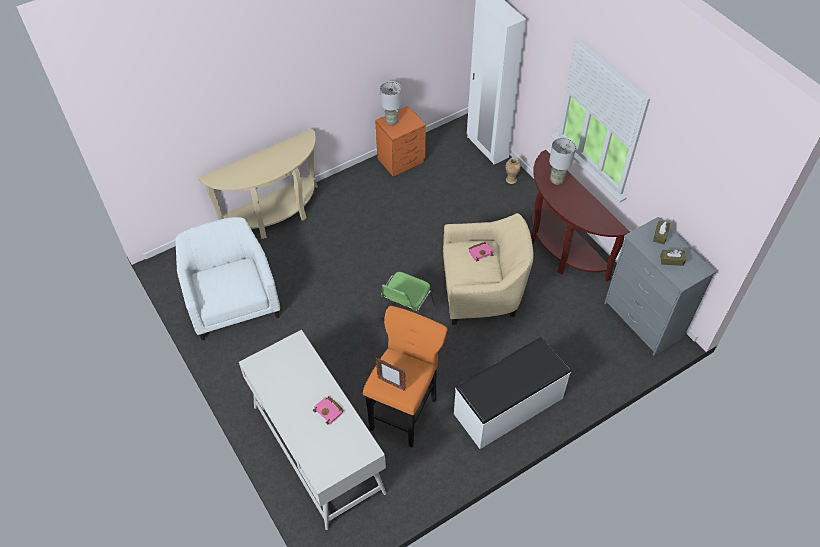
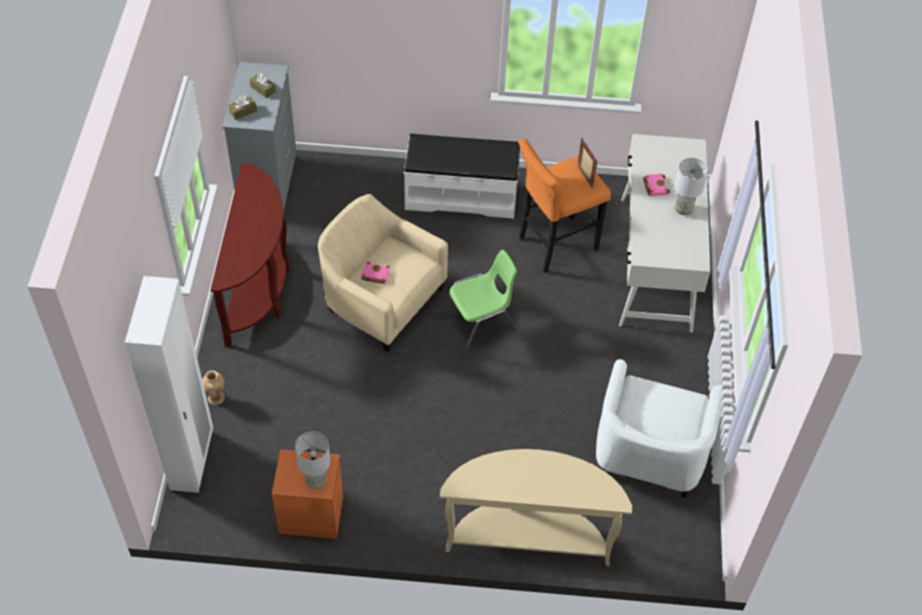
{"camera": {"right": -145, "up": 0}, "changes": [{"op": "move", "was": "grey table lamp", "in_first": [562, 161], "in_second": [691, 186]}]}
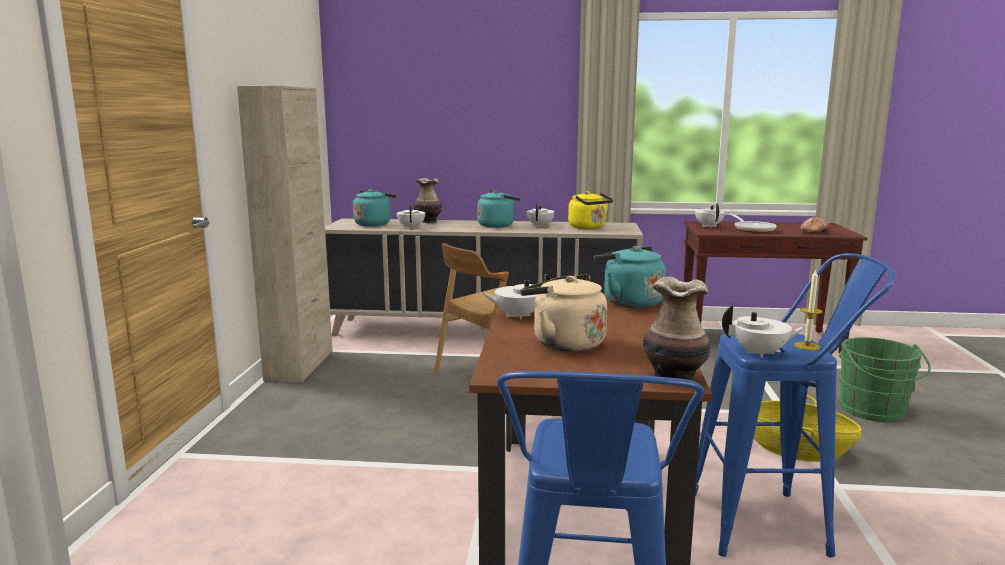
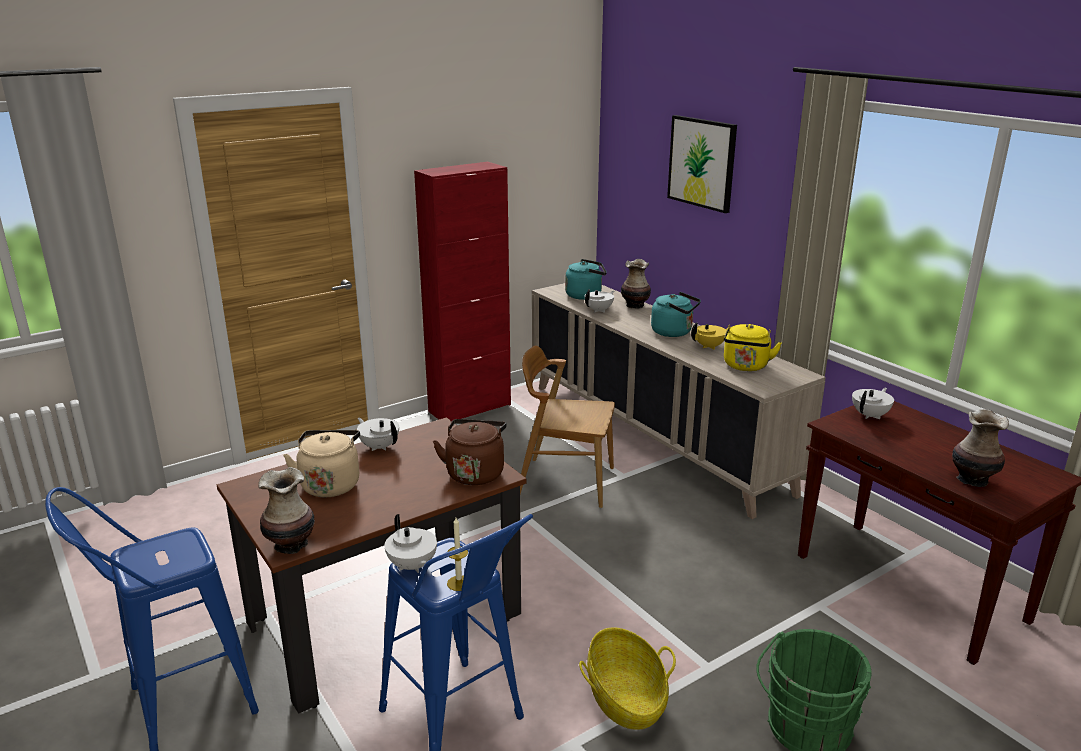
{"camera": {"right": 50, "up": 10}, "changes": [{"op": "recolor", "was": "beige cabinet", "now": "red cabinet", "in_first": [284, 234], "in_second": [462, 291]}, {"op": "recolor", "was": "white teapot", "now": "yellow teapot", "in_first": [540, 215], "in_second": [711, 336]}, {"op": "recolor", "was": "turquoise kettle", "now": "brown kettle", "in_first": [630, 277], "in_second": [470, 452]}, {"op": "delete", "was": "frying pan", "in_first": [753, 223]}, {"op": "replace", "was": "bread", "now": "vase", "in_first": [815, 225], "in_second": [980, 448]}, {"op": "insert", "now": "picture", "in_second": [702, 164]}]}
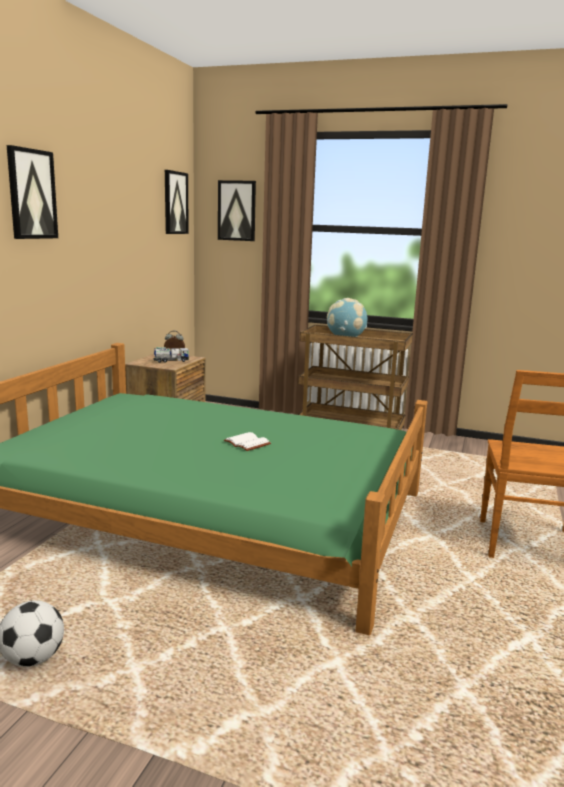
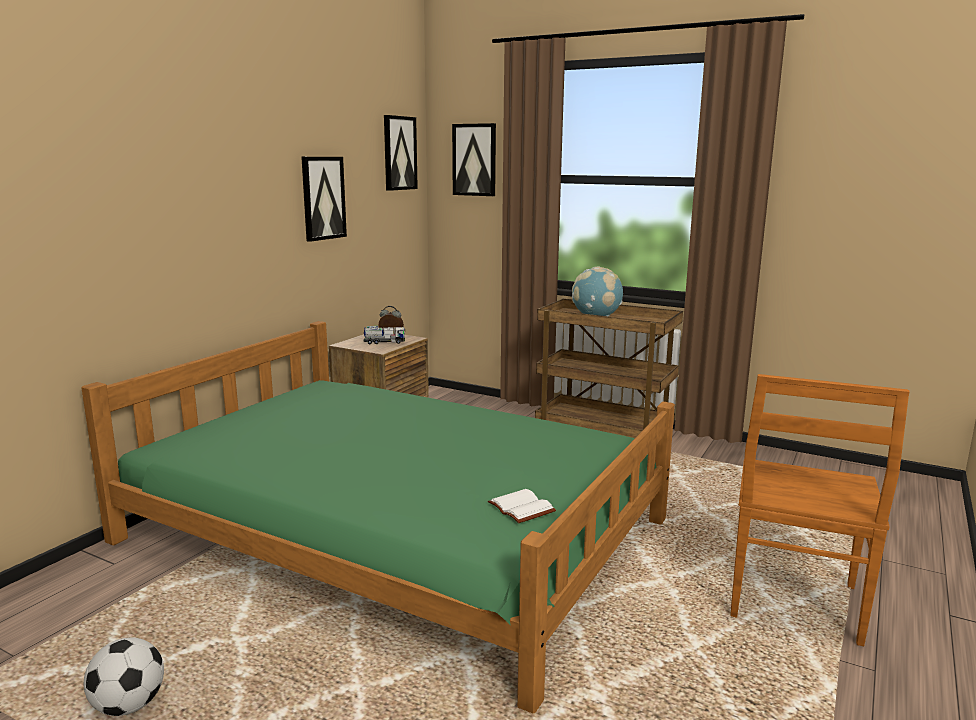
{"camera": {"right": 10, "up": 0}, "changes": [{"op": "move", "was": "picture", "in_first": [32, 192], "in_second": [324, 199]}, {"op": "move", "was": "white book", "in_first": [247, 441], "in_second": [522, 506]}]}
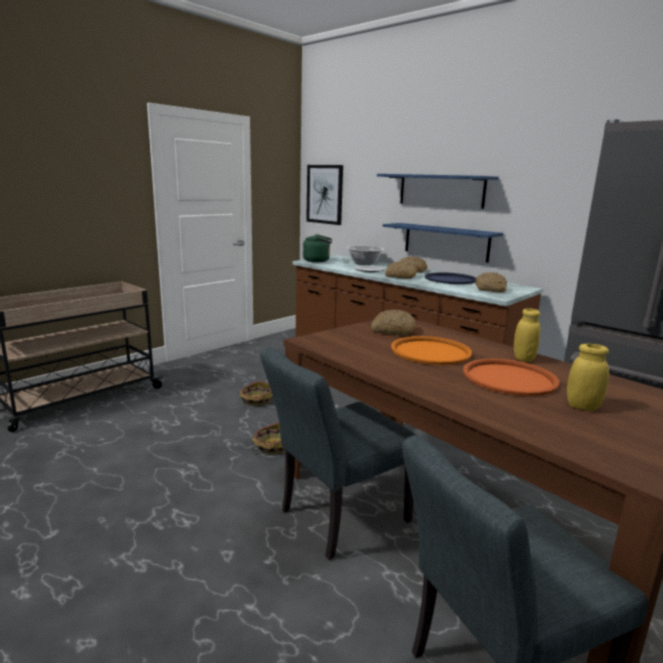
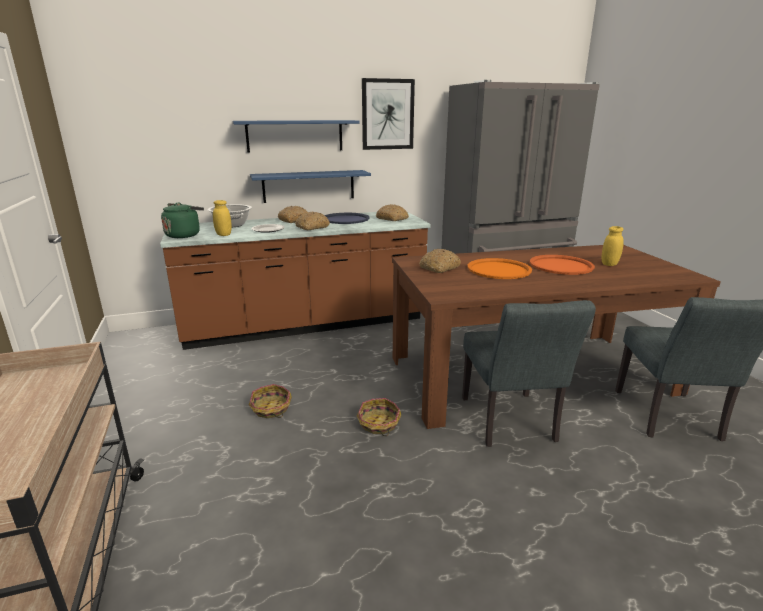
{"camera": {"right": -60, "up": 5}, "changes": [{"op": "move", "was": "picture", "in_first": [324, 195], "in_second": [388, 114]}, {"op": "move", "was": "yellow jar", "in_first": [527, 335], "in_second": [222, 218]}]}
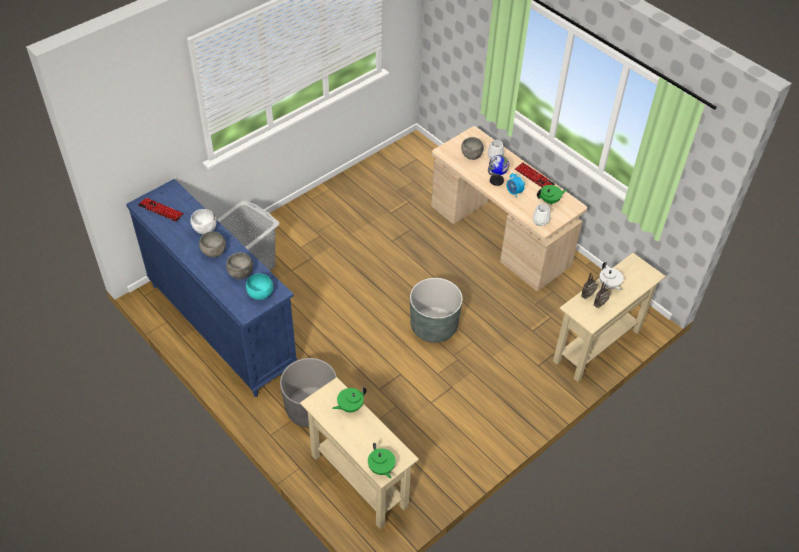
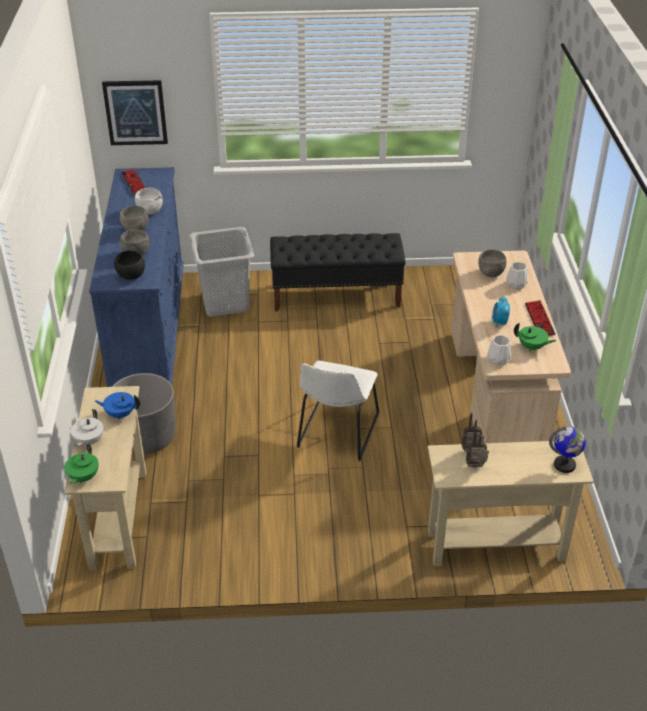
{"camera": {"right": 40, "up": -10}, "changes": [{"op": "recolor", "was": "turquoise bowl", "now": "black bowl", "in_first": [259, 287], "in_second": [129, 265]}, {"op": "recolor", "was": "green teapot", "now": "blue teapot", "in_first": [349, 399], "in_second": [117, 406]}, {"op": "replace", "was": "grey planter", "now": "white chair", "in_first": [436, 310], "in_second": [338, 411]}, {"op": "move", "was": "globe", "in_first": [498, 170], "in_second": [567, 449]}, {"op": "move", "was": "white teapot", "in_first": [611, 276], "in_second": [87, 428]}, {"op": "insert", "now": "picture", "in_second": [135, 112]}, {"op": "insert", "now": "black bench", "in_second": [338, 272]}]}
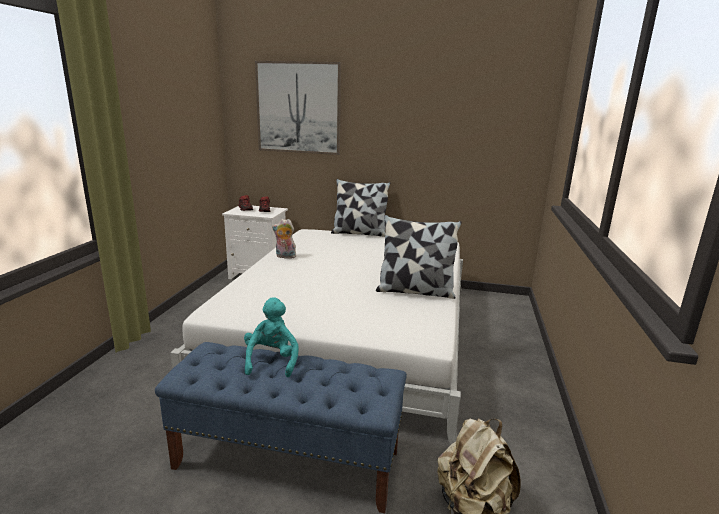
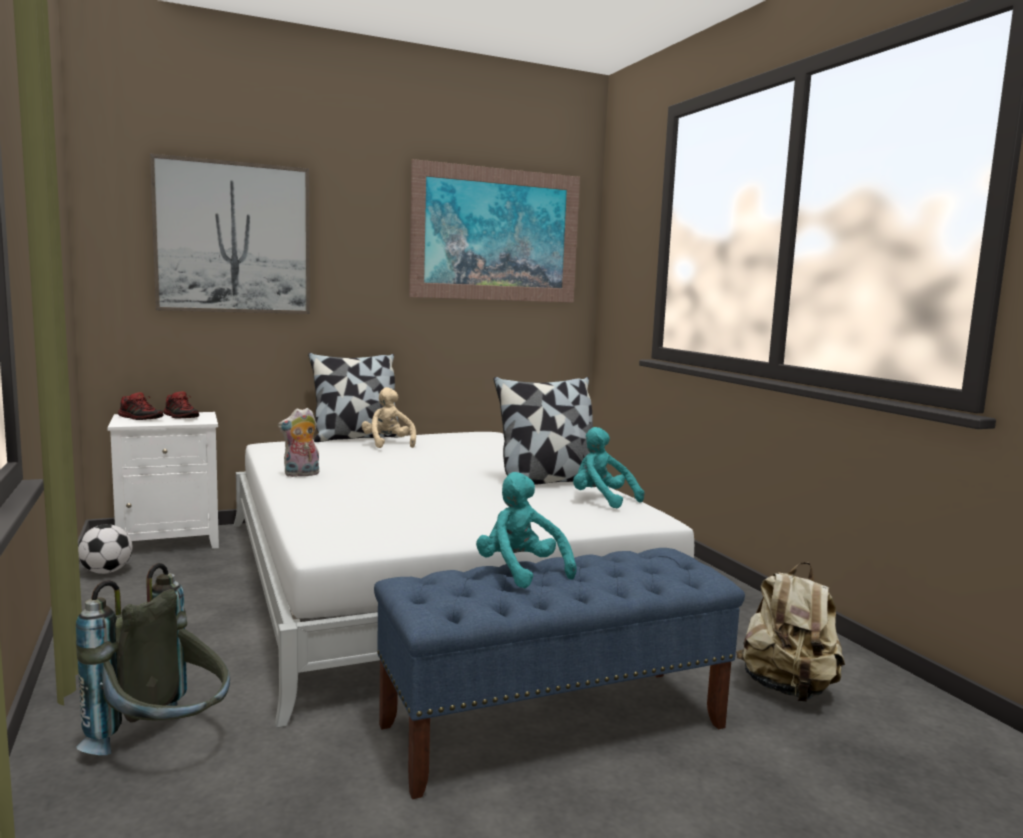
{"camera": {"right": -35, "up": -10}, "changes": [{"op": "insert", "now": "grey backpack", "in_second": [153, 659]}, {"op": "insert", "now": "football", "in_second": [105, 549]}, {"op": "insert", "now": "beige plush toy", "in_second": [389, 417]}, {"op": "insert", "now": "picture", "in_second": [494, 231]}, {"op": "insert", "now": "turquoise plush toy", "in_second": [608, 467]}]}
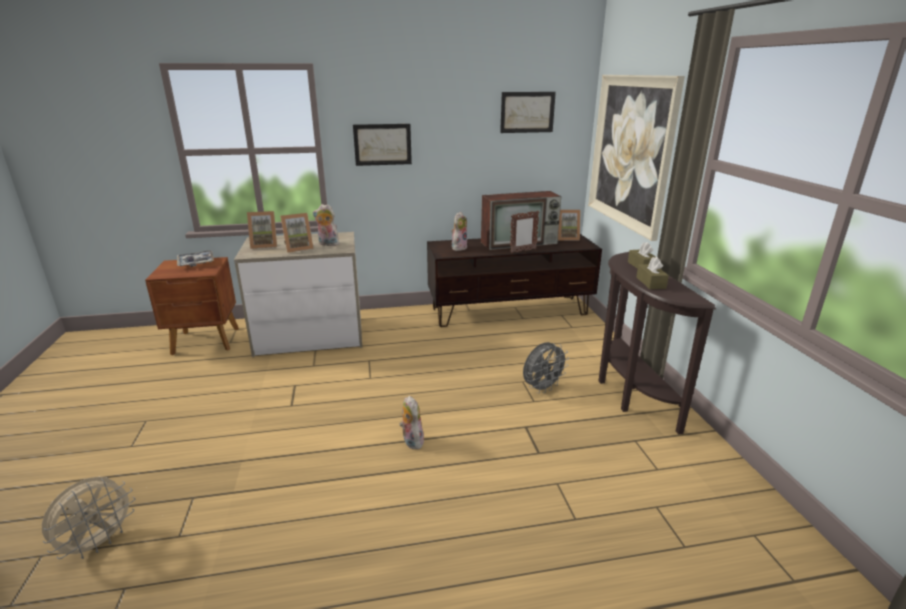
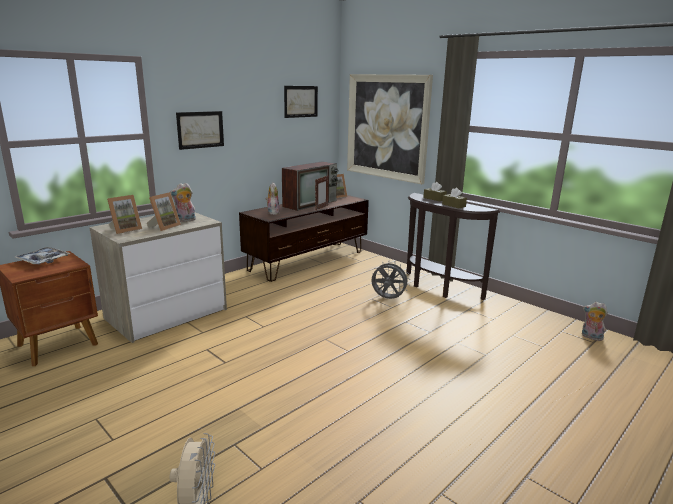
{"camera": {"right": -35, "up": -5}, "changes": [{"op": "move", "was": "plush toy", "in_first": [411, 422], "in_second": [595, 321]}, {"op": "rotate", "was": "grey fan", "in_first": [546, 368], "in_second": [390, 281], "clockwise": -90}]}
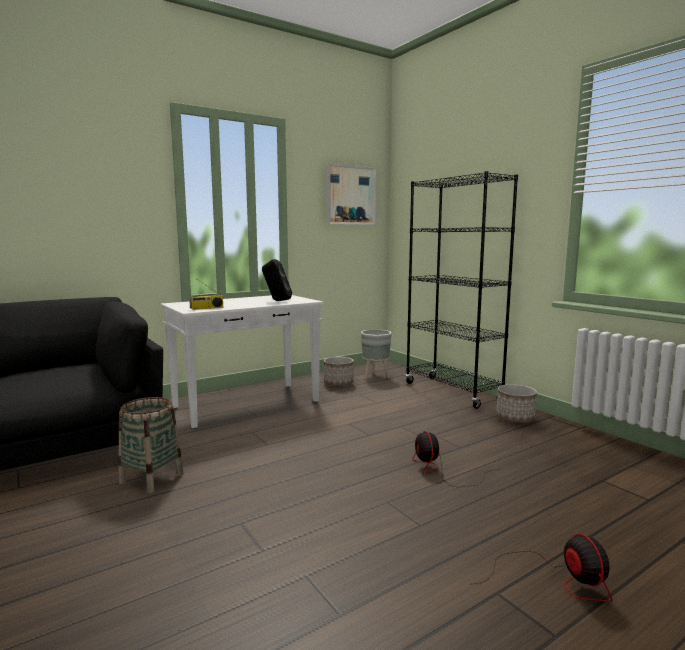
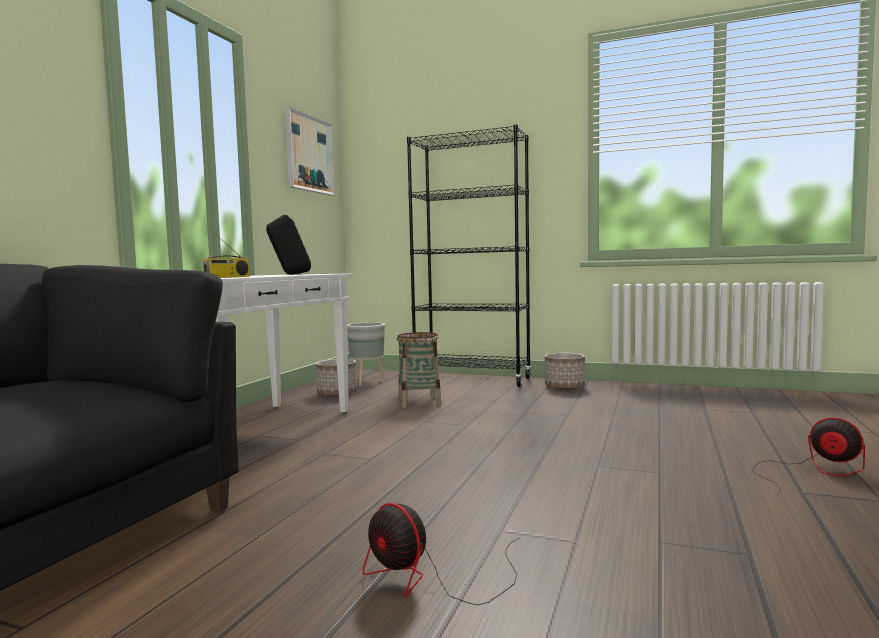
{"camera": {"right": -35, "up": -5}, "changes": [{"op": "move", "was": "basket", "in_first": [151, 445], "in_second": [419, 370]}, {"op": "move", "was": "fan", "in_first": [456, 459], "in_second": [440, 554]}]}
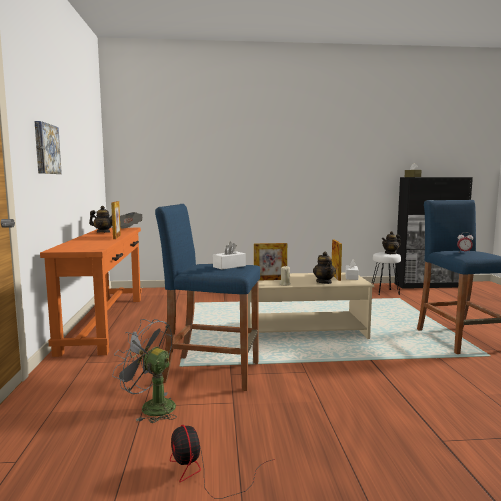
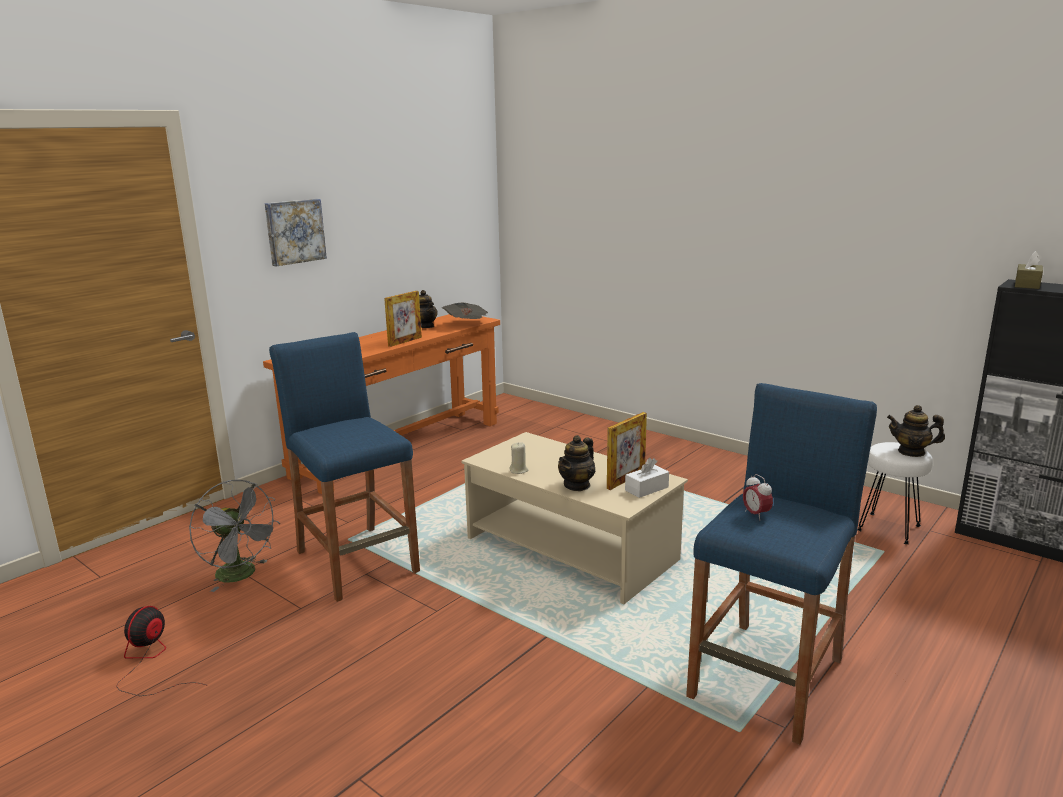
{"camera": {"right": 45, "up": 10}, "changes": [{"op": "rotate", "was": "grey fan", "in_first": [144, 371], "in_second": [235, 535], "clockwise": 150}, {"op": "delete", "was": "white tissue box", "in_first": [229, 256]}, {"op": "delete", "was": "picture frame", "in_first": [270, 262]}]}
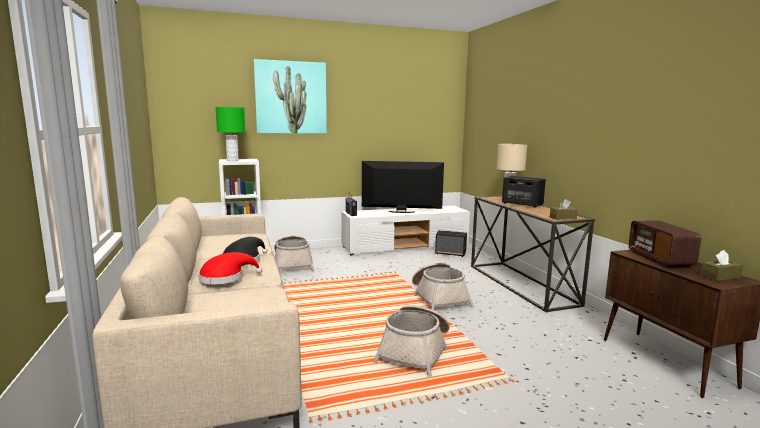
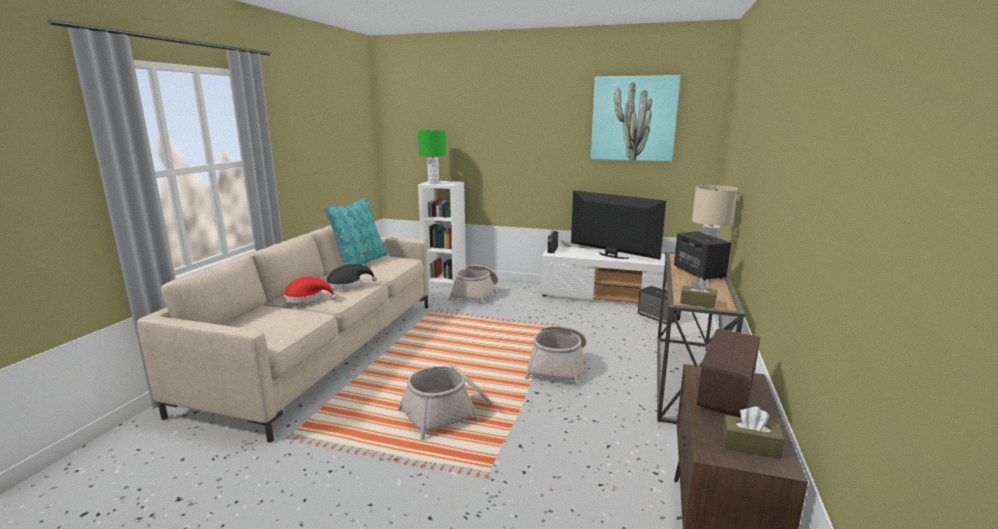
{"camera": {"right": 35, "up": 5}, "changes": [{"op": "move", "was": "picture", "in_first": [290, 96], "in_second": [635, 118]}, {"op": "insert", "now": "turquoise pillow", "in_second": [355, 232]}]}
